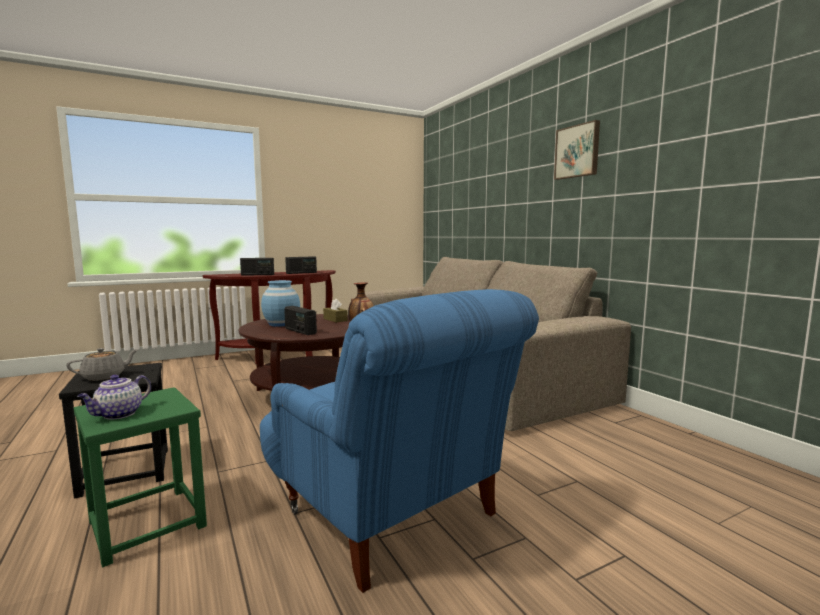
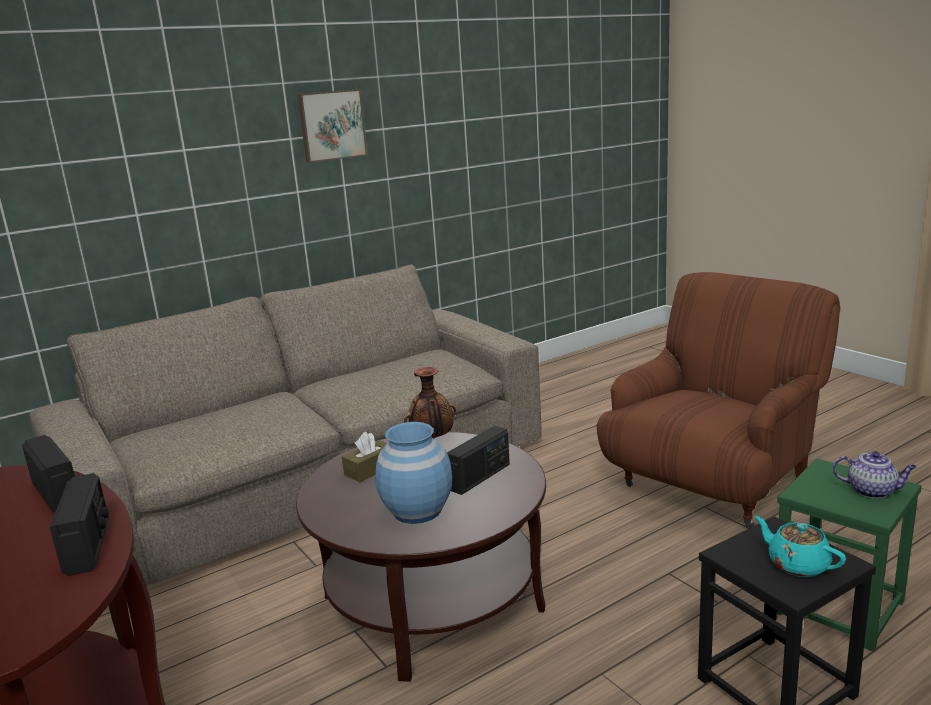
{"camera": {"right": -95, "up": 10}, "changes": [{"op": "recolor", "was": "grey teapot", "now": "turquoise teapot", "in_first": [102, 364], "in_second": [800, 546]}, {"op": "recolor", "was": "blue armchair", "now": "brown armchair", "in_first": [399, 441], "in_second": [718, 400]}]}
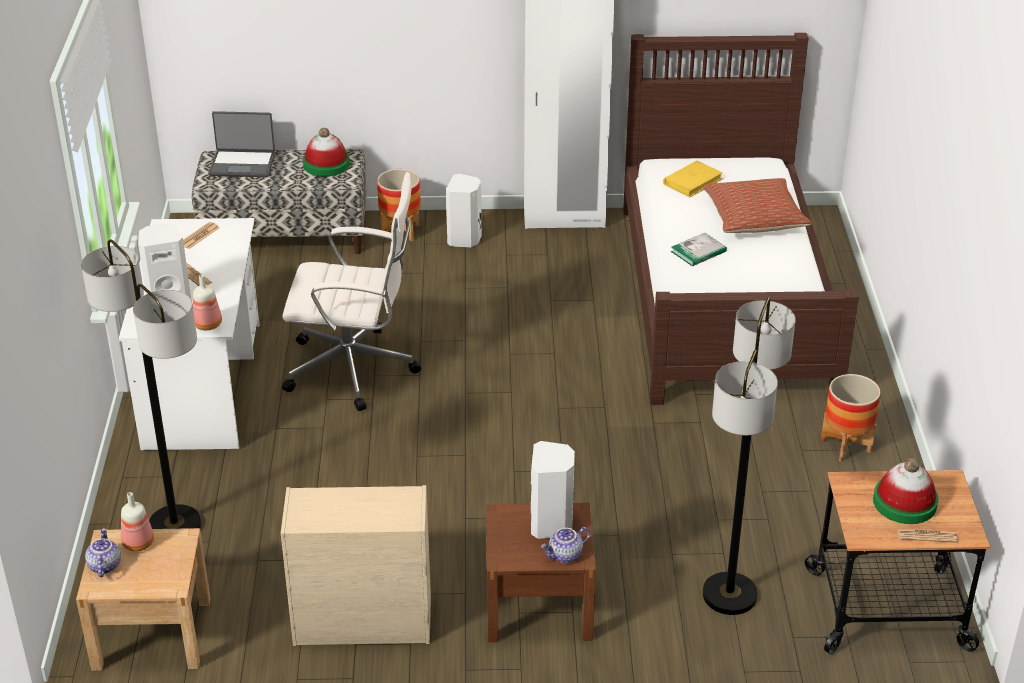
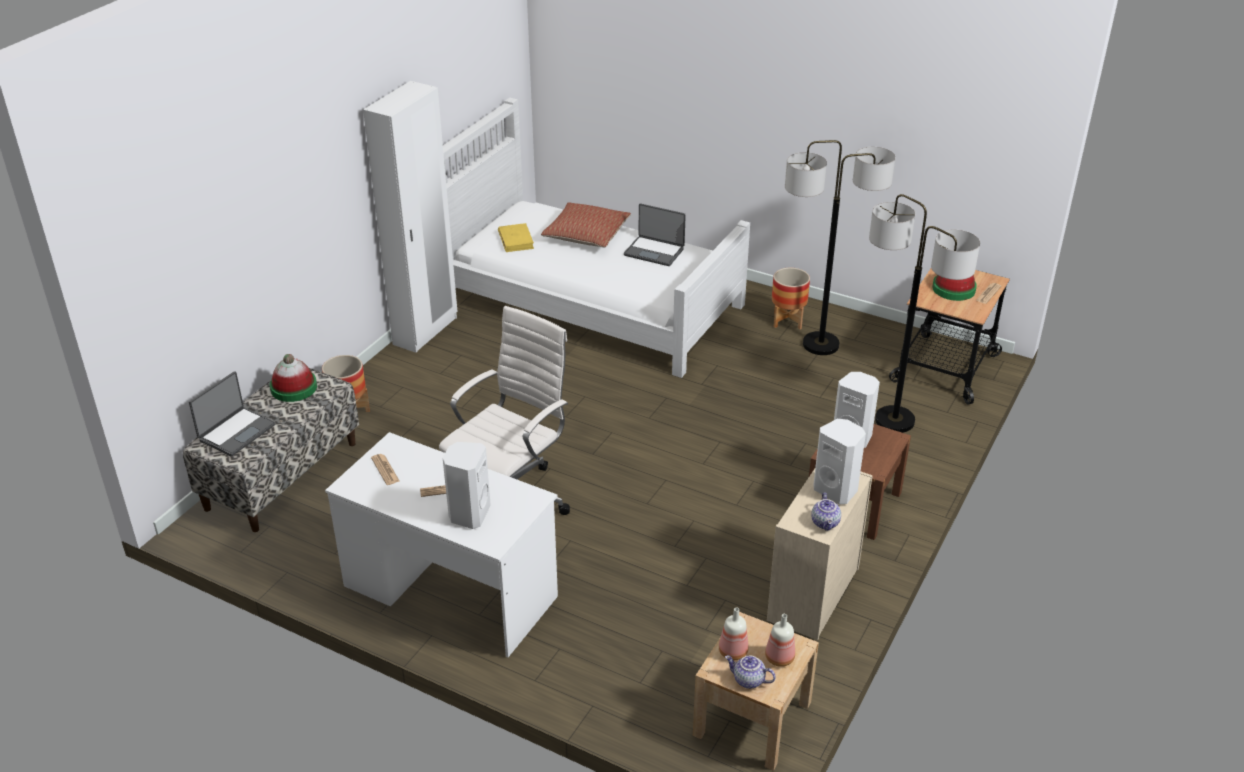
{"camera": {"right": -60, "up": 0}, "changes": [{"op": "move", "was": "floor lamp", "in_first": [141, 384], "in_second": [840, 247]}, {"op": "move", "was": "bottle", "in_first": [207, 302], "in_second": [780, 640]}, {"op": "move", "was": "white speaker", "in_first": [464, 210], "in_second": [839, 461]}, {"op": "move", "was": "teapot", "in_first": [565, 545], "in_second": [826, 511]}, {"op": "recolor", "was": "brown bed", "now": "white bed", "in_first": [741, 219], "in_second": [596, 238]}, {"op": "delete", "was": "book", "in_first": [699, 249]}, {"op": "insert", "now": "laptop", "in_second": [655, 234]}]}
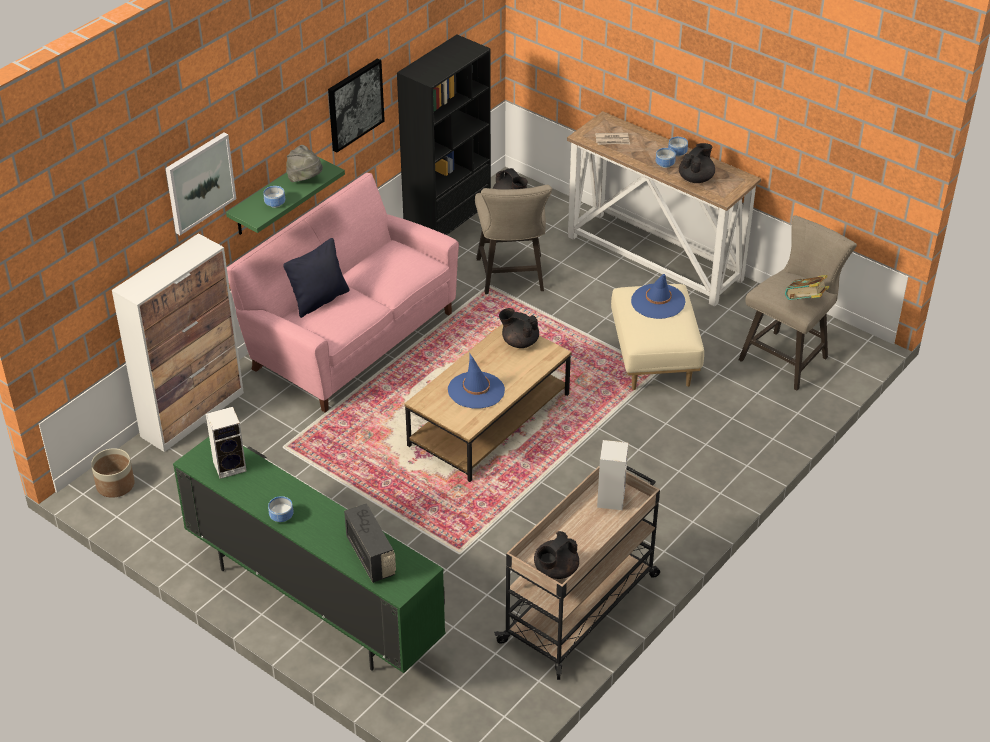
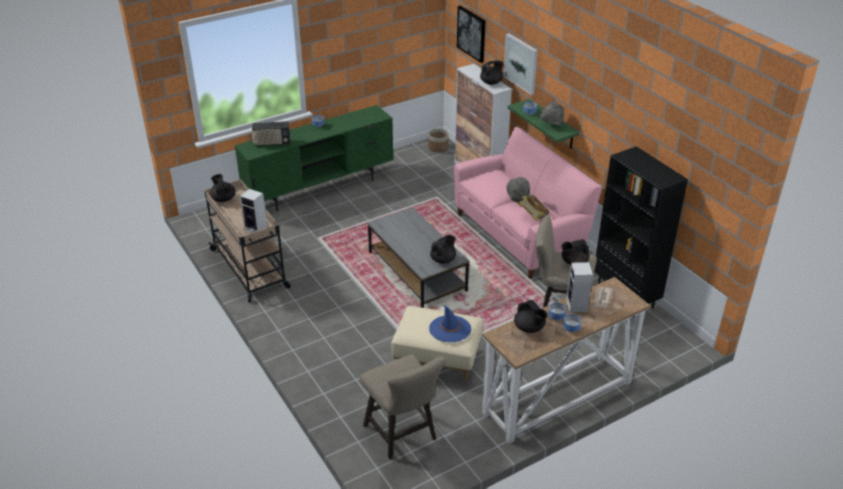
{"camera": {"right": 110, "up": -5}, "changes": [{"op": "move", "was": "speaker", "in_first": [226, 443], "in_second": [579, 287]}, {"op": "delete", "was": "black pillow", "in_first": [316, 278]}, {"op": "move", "was": "picture", "in_first": [356, 105], "in_second": [471, 34]}, {"op": "recolor", "was": "brown coffee table", "now": "grey coffee table", "in_first": [488, 403], "in_second": [418, 257]}, {"op": "delete", "was": "blue hat", "in_first": [476, 381]}, {"op": "move", "was": "book", "in_first": [807, 287], "in_second": [534, 208]}, {"op": "insert", "now": "black teapot", "in_second": [491, 73]}, {"op": "insert", "now": "grey hat", "in_second": [518, 190]}]}
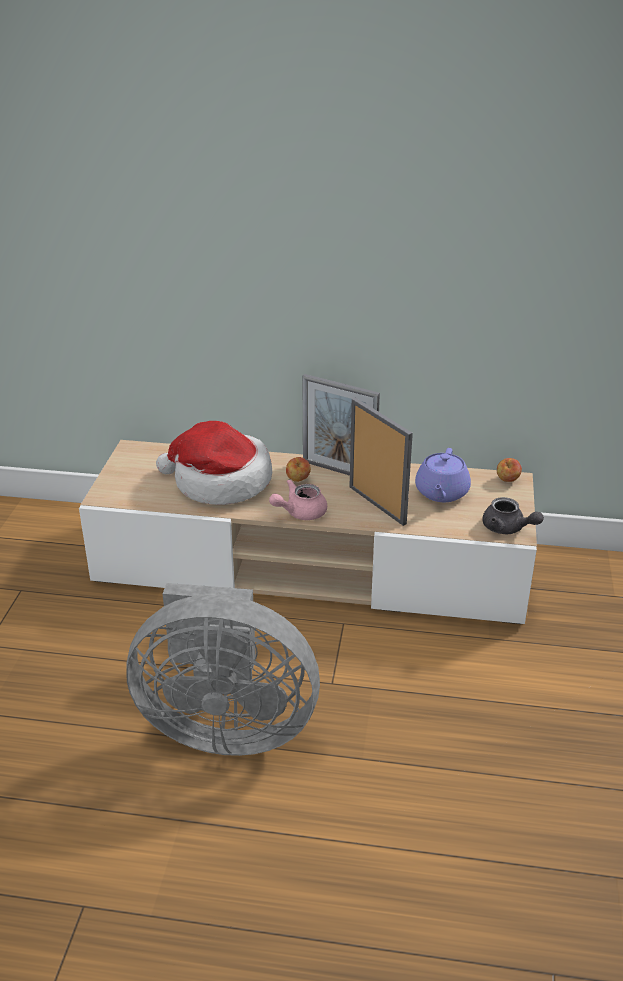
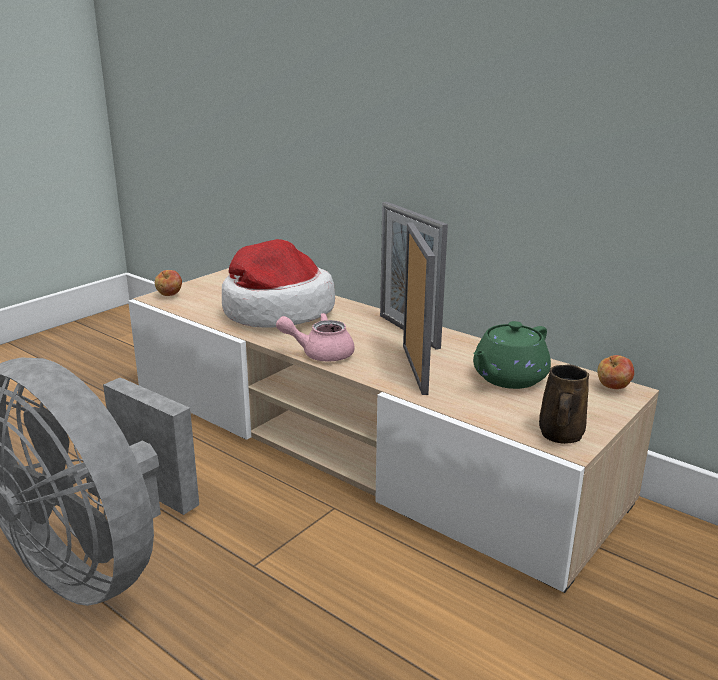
{"camera": {"right": 30, "up": -10}, "changes": [{"op": "move", "was": "apple", "in_first": [298, 469], "in_second": [168, 283]}, {"op": "recolor", "was": "purple teapot", "now": "green teapot", "in_first": [443, 475], "in_second": [512, 355]}, {"op": "replace", "was": "grey teapot", "now": "brown mug", "in_first": [513, 515], "in_second": [564, 404]}]}
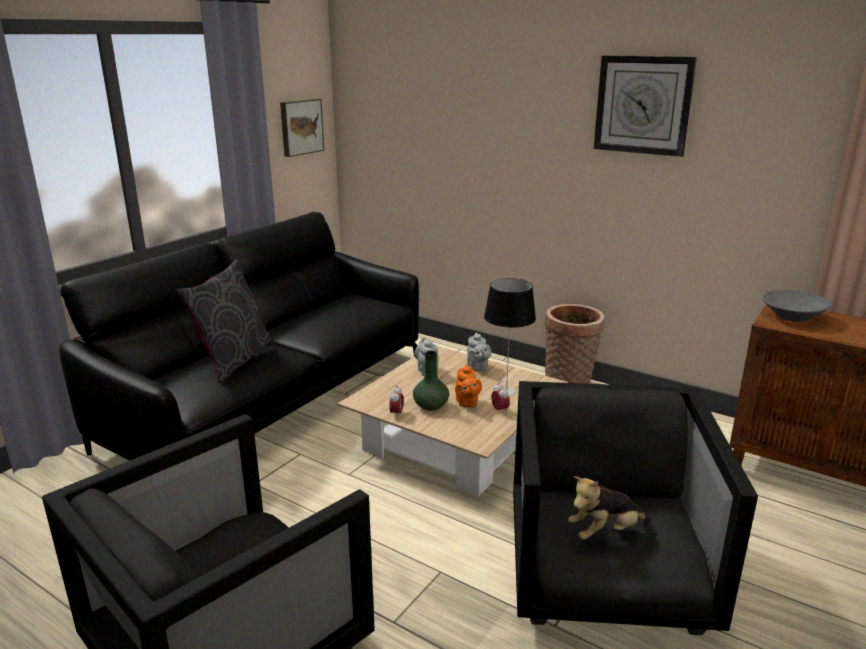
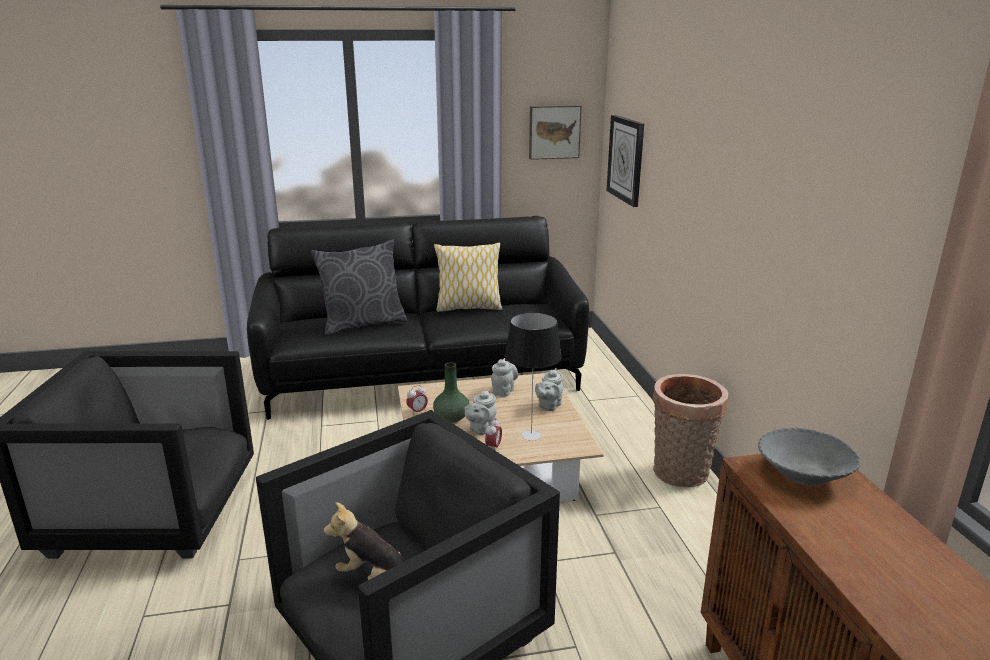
{"camera": {"right": 45, "up": 0}, "changes": [{"op": "recolor", "was": "orange teapot", "now": "grey teapot", "in_first": [468, 386], "in_second": [480, 412]}, {"op": "move", "was": "wall clock", "in_first": [645, 106], "in_second": [625, 161]}, {"op": "insert", "now": "pillow", "in_second": [468, 277]}]}
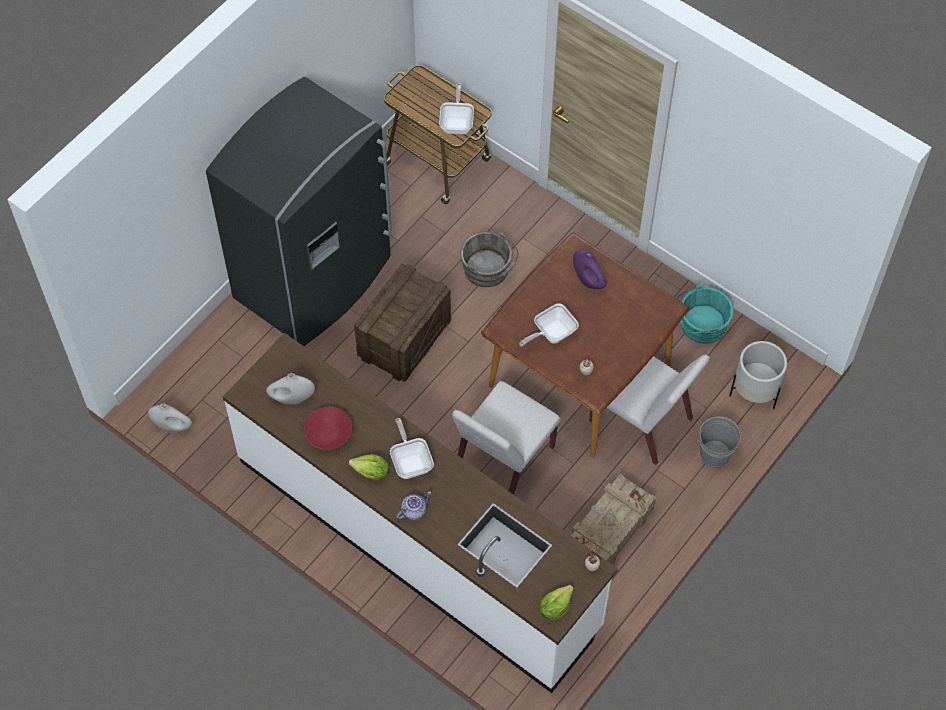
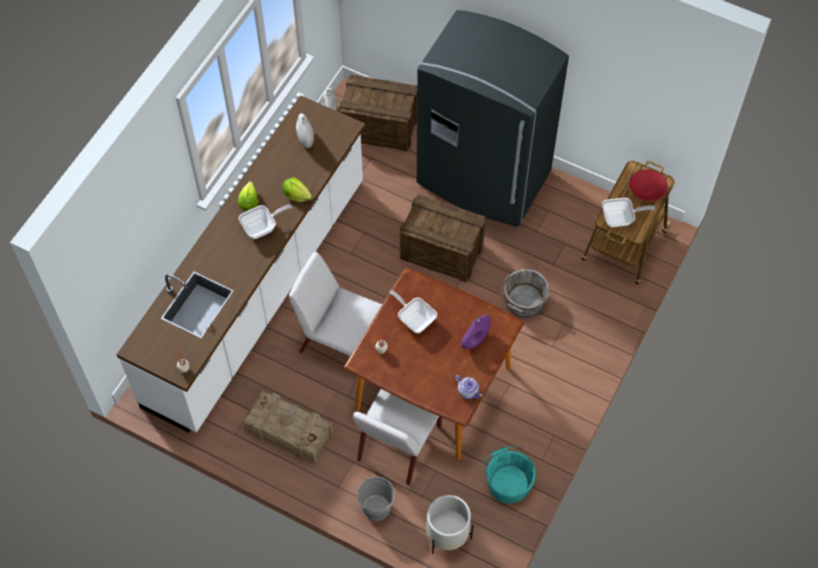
{"camera": {"right": 80, "up": 0}, "changes": [{"op": "move", "was": "red bowl", "in_first": [328, 428], "in_second": [648, 185]}, {"op": "move", "was": "teapot", "in_first": [413, 505], "in_second": [469, 387]}, {"op": "move", "was": "lettuce", "in_first": [557, 602], "in_second": [297, 189]}, {"op": "insert", "now": "crate", "in_second": [378, 113]}]}
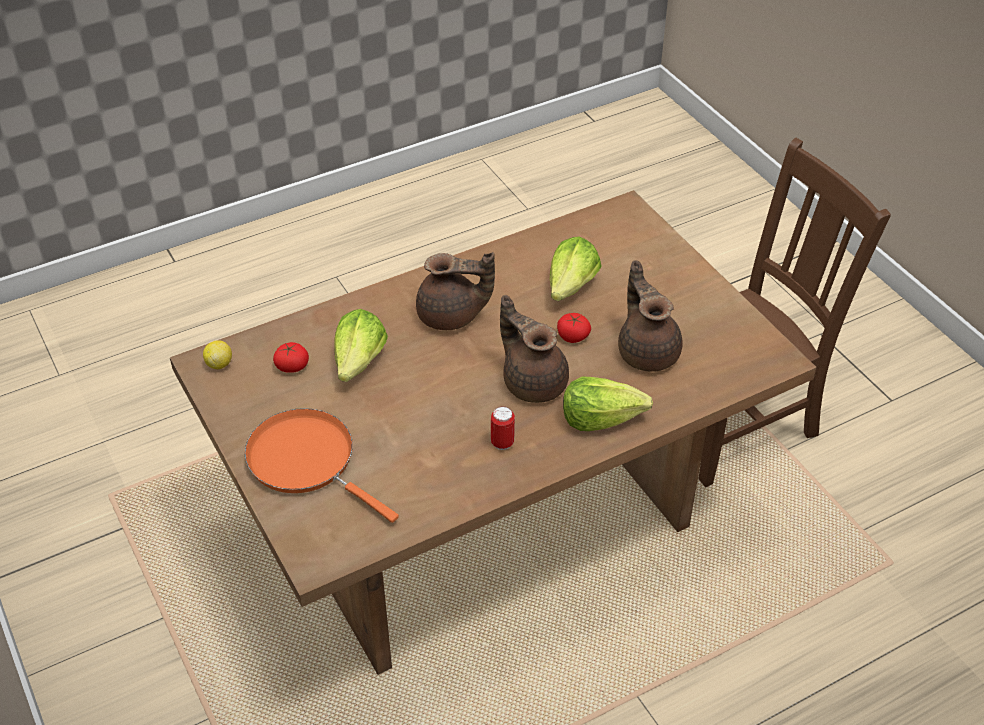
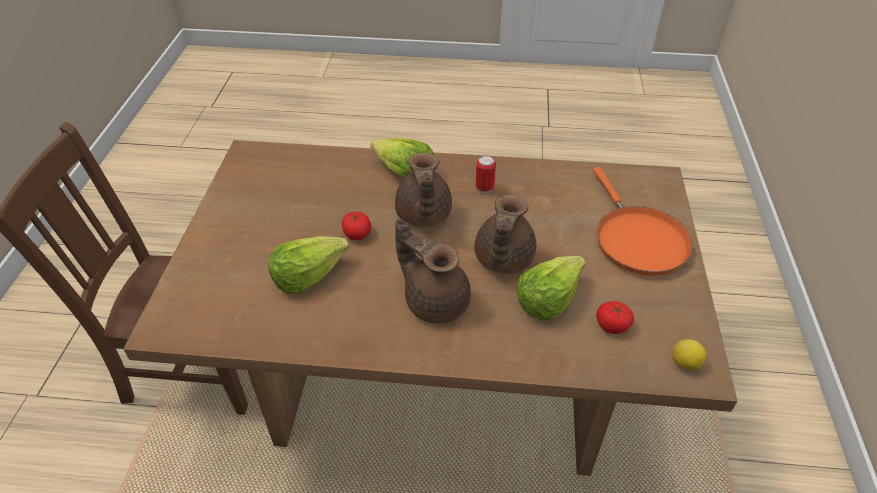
{"camera": {"right": -145, "up": 0}, "changes": [{"op": "move", "was": "brown teapot", "in_first": [650, 316], "in_second": [505, 234]}]}
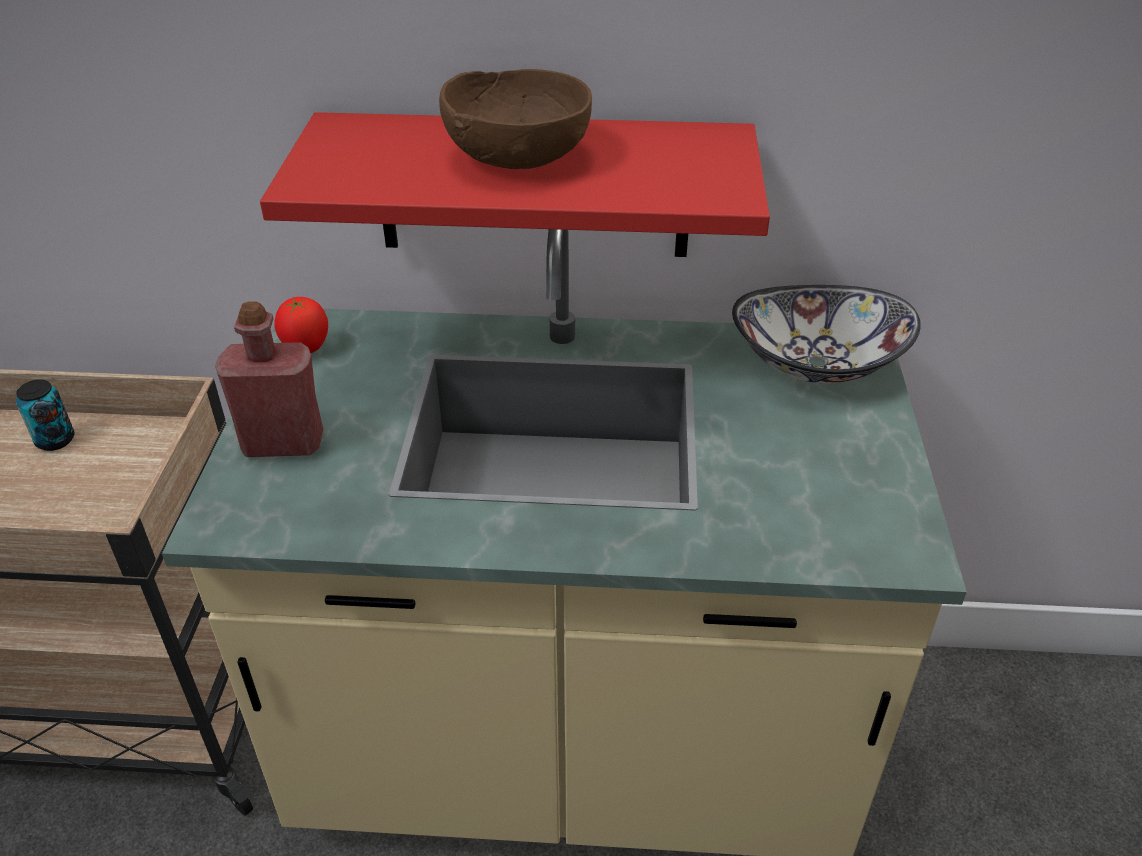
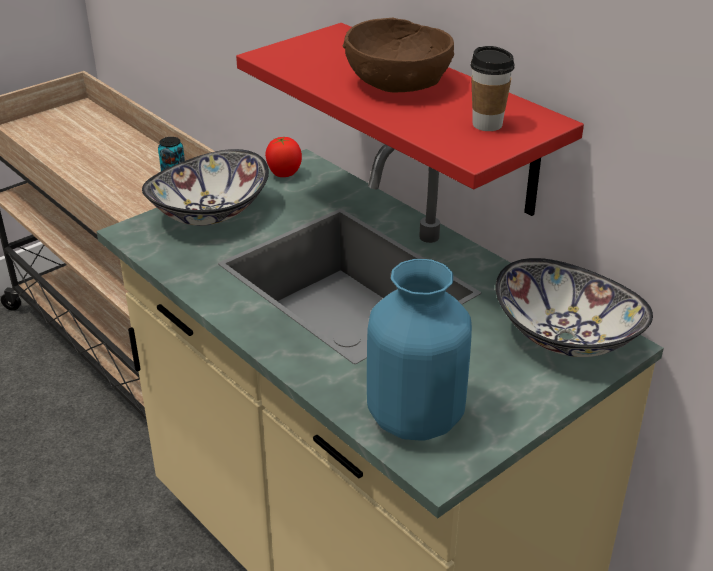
{"camera": {"right": 45, "up": -5}, "changes": [{"op": "replace", "was": "red bottle", "now": "bowl", "in_first": [269, 379], "in_second": [205, 187]}, {"op": "insert", "now": "blue vase", "in_second": [419, 350]}, {"op": "insert", "now": "cup", "in_second": [492, 88]}]}
